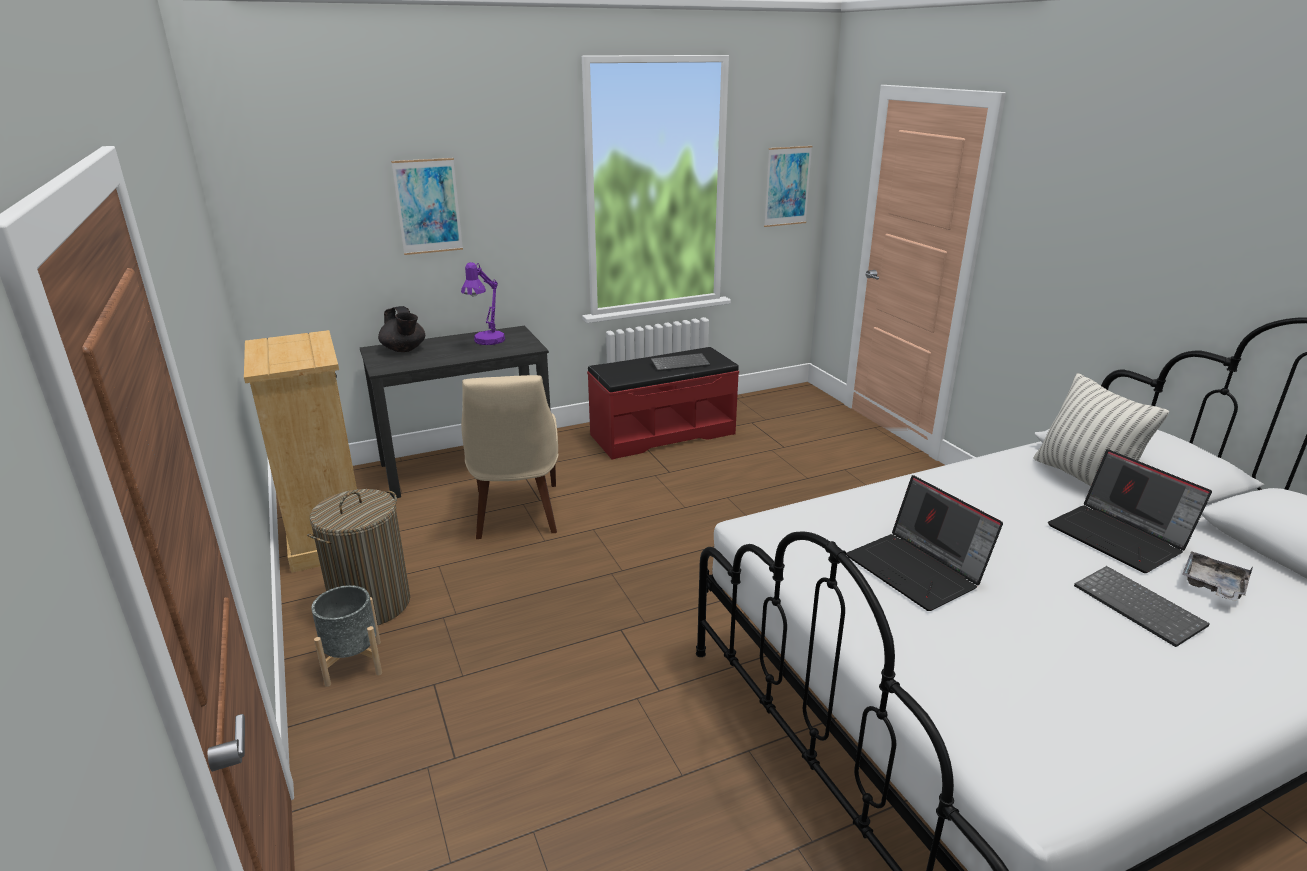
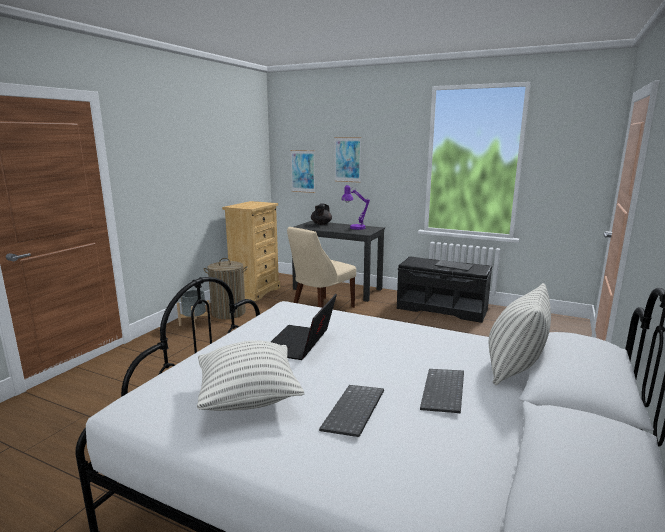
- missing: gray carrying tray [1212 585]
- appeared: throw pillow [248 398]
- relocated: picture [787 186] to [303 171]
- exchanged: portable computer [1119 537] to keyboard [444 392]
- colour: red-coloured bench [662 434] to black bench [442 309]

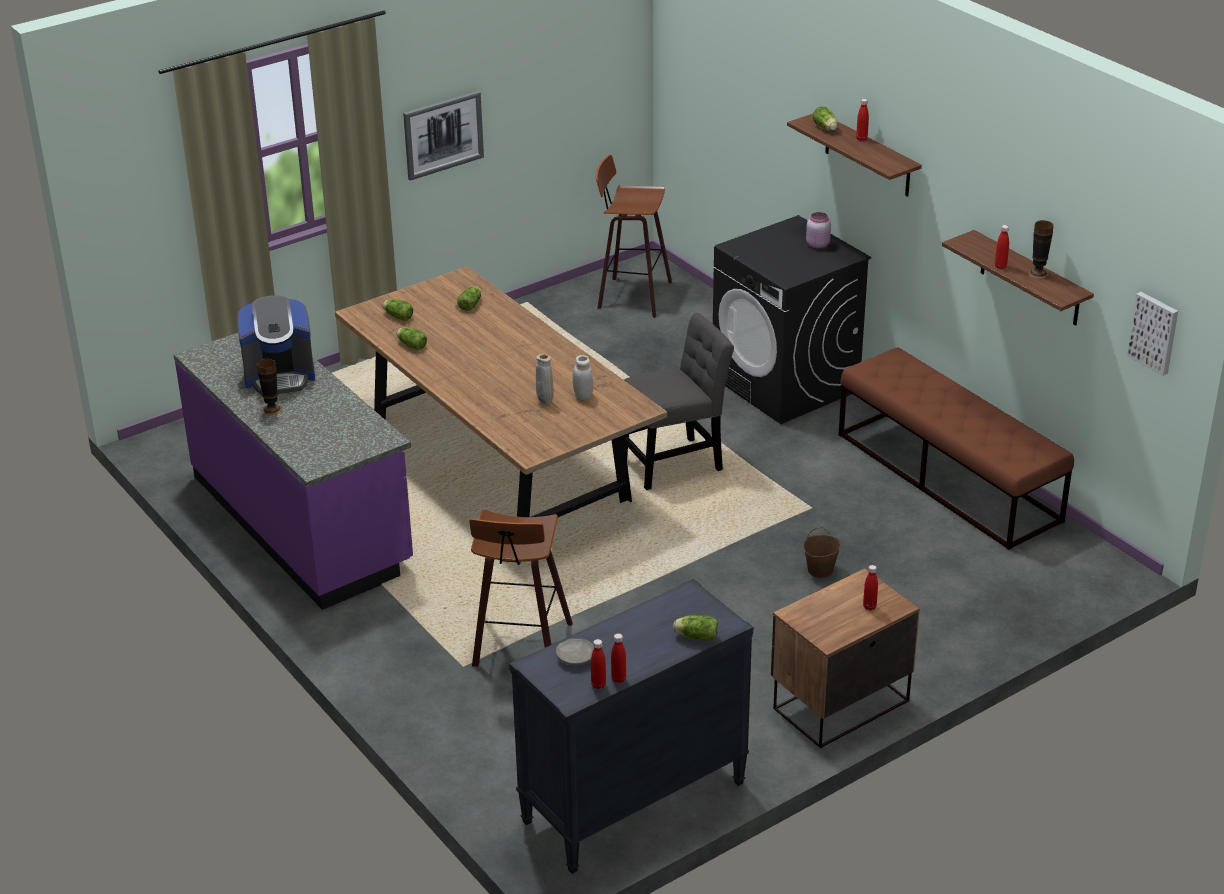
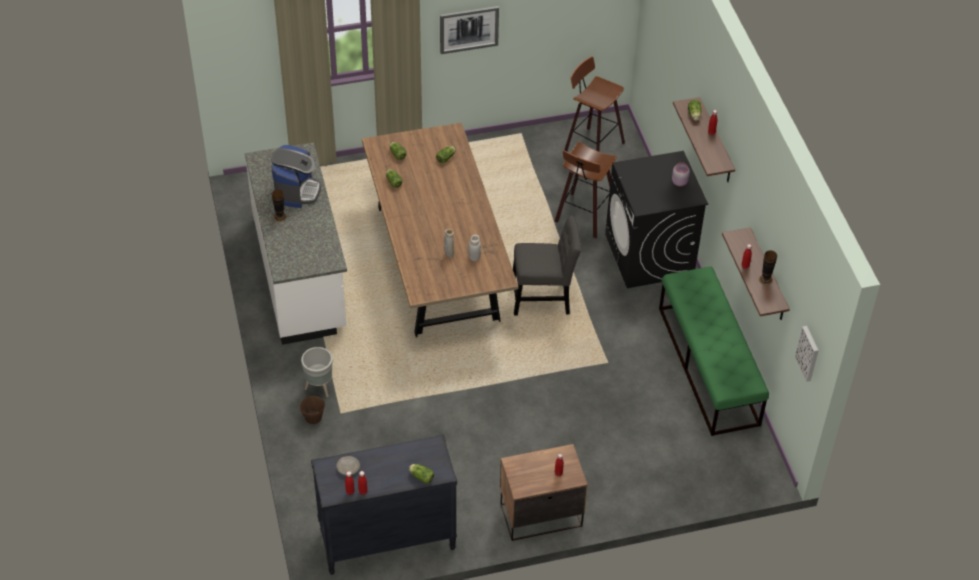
- appeared: gray flower pot [319 388]
- relocated: stool [520 646] to [584 217]
- relocated: brown bucket [820 570] to [313 417]
- colour: purplish kitchen base unit [303 521] to white kitchen base unit [300 274]
- colour: brown bench [948 477] to green-coloured bench [708 366]
- spun: coffee brewer [280 376] = [297 191] 90 degrees counterclockwise

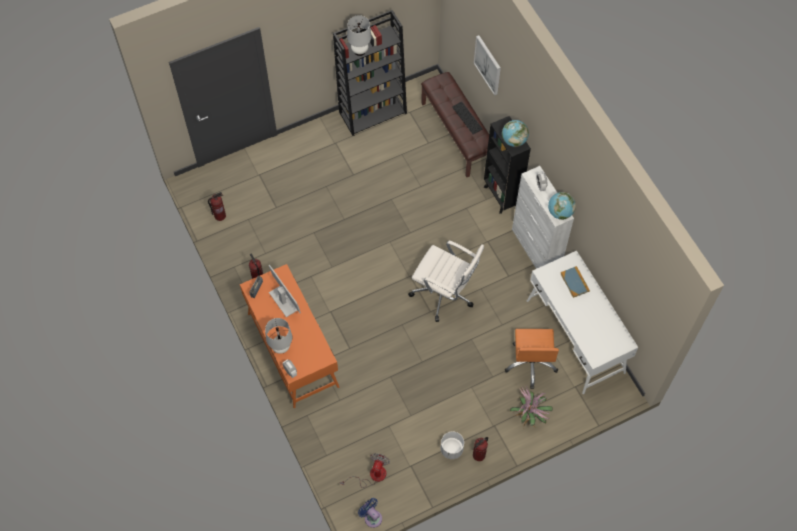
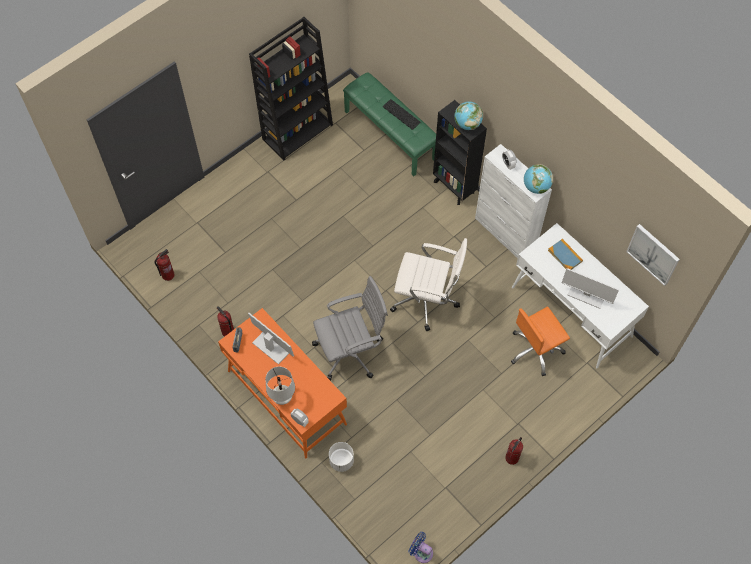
- missing: cooling fan [372 475]
- missing: white table lamp [359 50]
- missing: plant in a pot [529 416]
- appeared: gray computer chair [351 351]
- appeared: monitor [586 295]
- relocated: white flower pot [451 449] to [341 461]
- relocated: picture [488 65] to [653 254]
- colour: brown bench [457 134] to green-coloured bench [390 134]
- spun: orange-coloured computer chair [531 363] = [536 350] 75 degrees clockwise

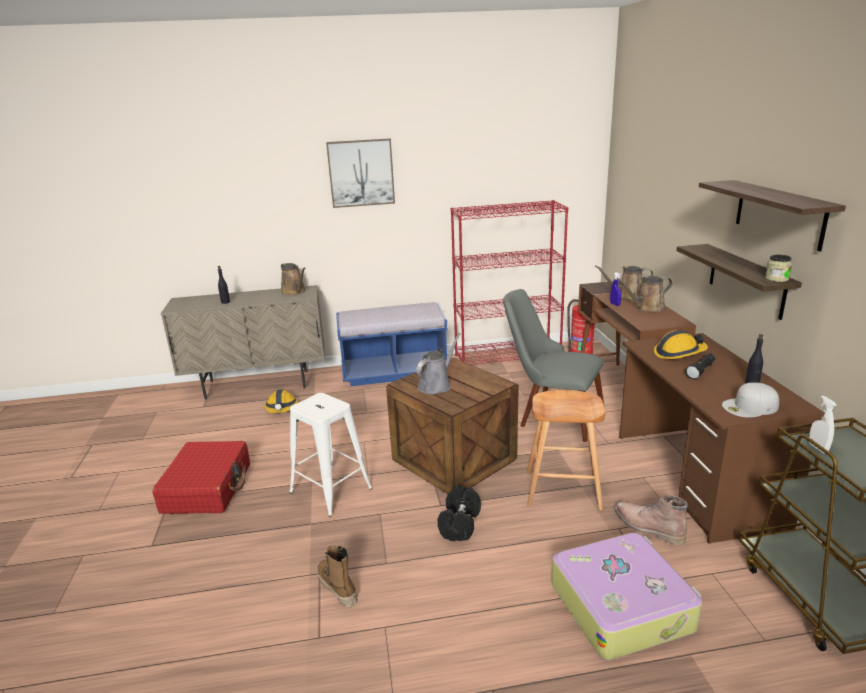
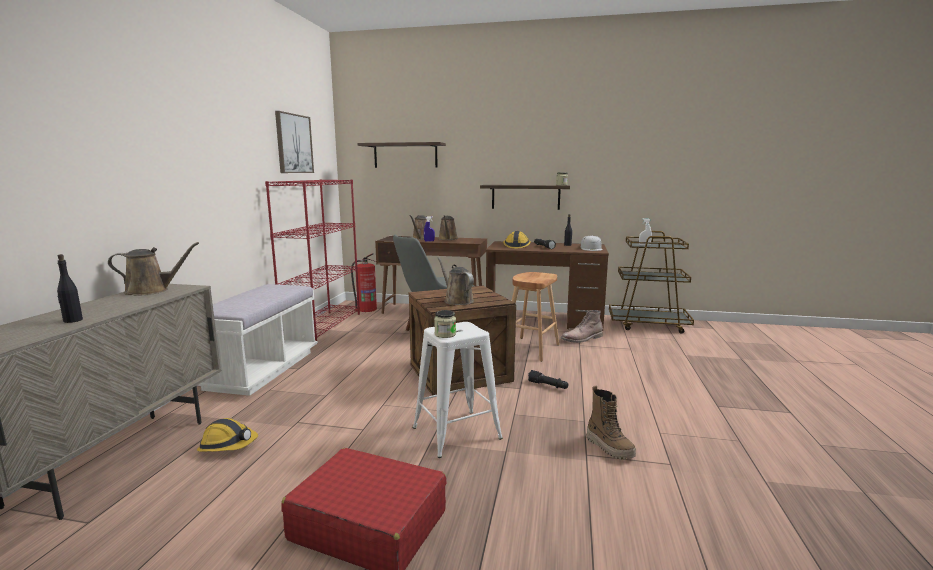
- missing: piece of luggage [621 605]
- appeared: jar [445 334]
- relocated: picture [361 173] to [294 144]
- relocated: shelf [779 213] to [405 155]
- exchanged: black dumbbell [459 523] to black flashlight [548 386]
- colour: bluish bench [394 372] to white bench [261 370]
- colour: gray watering can [436 385] to brown watering can [457 300]
- spun: tall boot [337 588] = [609 447] 105 degrees counterclockwise

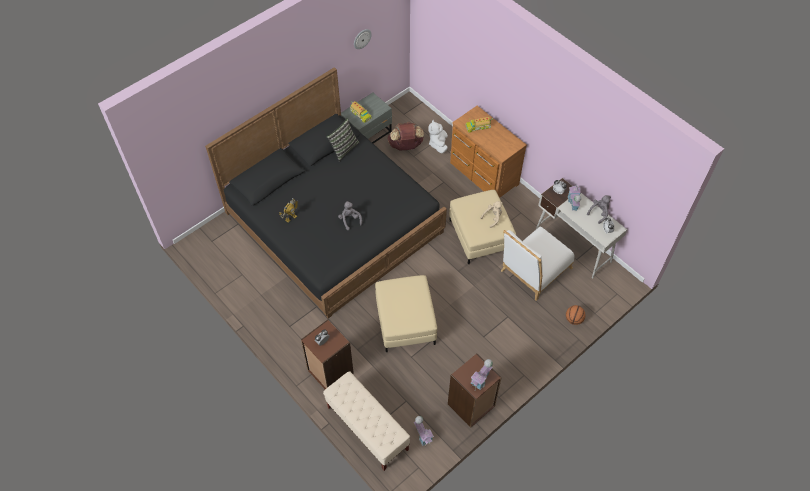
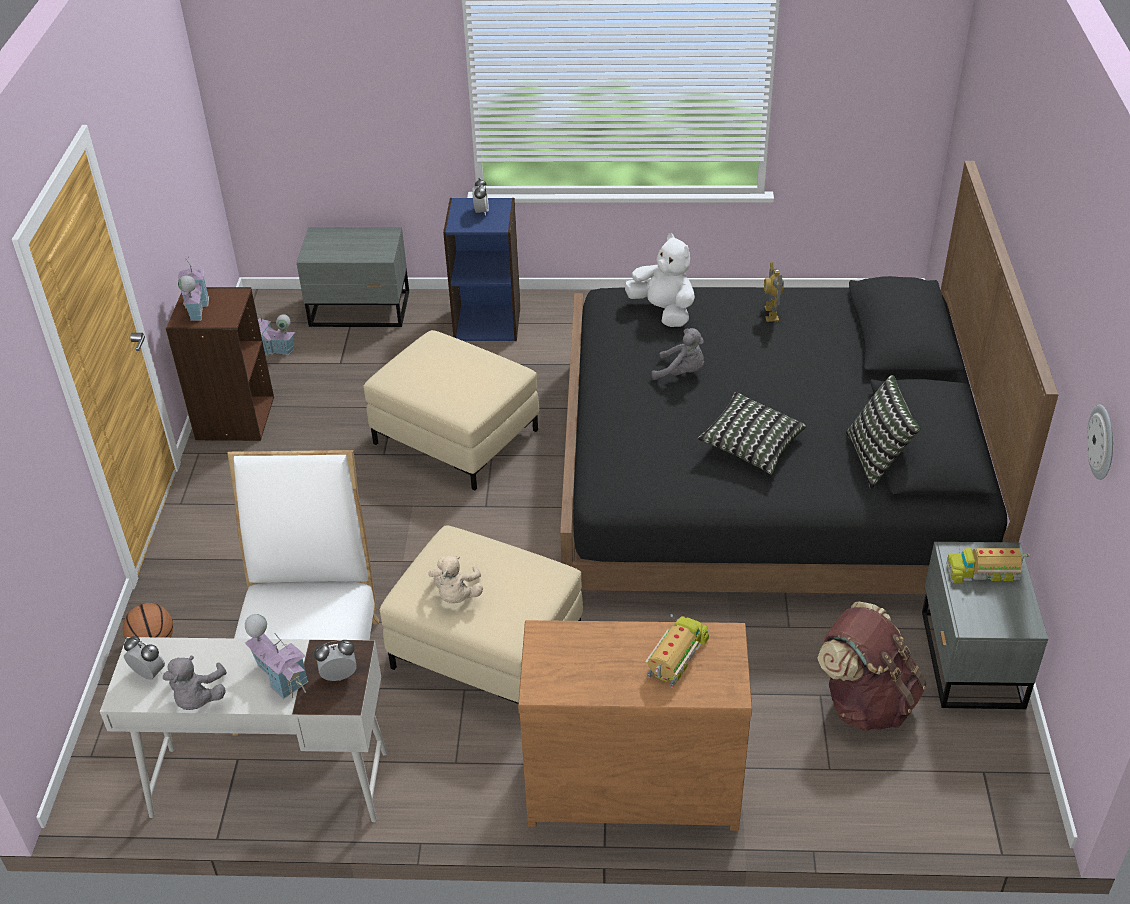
- appeared: throw pillow [751 446]
- relocated: white plush toy [438 144] to [663 311]
- exchanged: sand-coloured bench [367 428] to gray bedside table [361 310]
- colour: brown bookcase [330 372] to bluish bookcase [487 322]

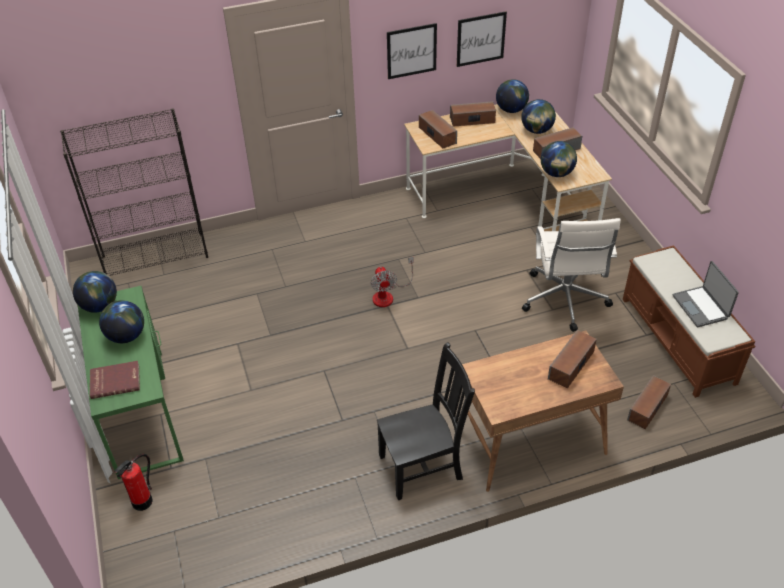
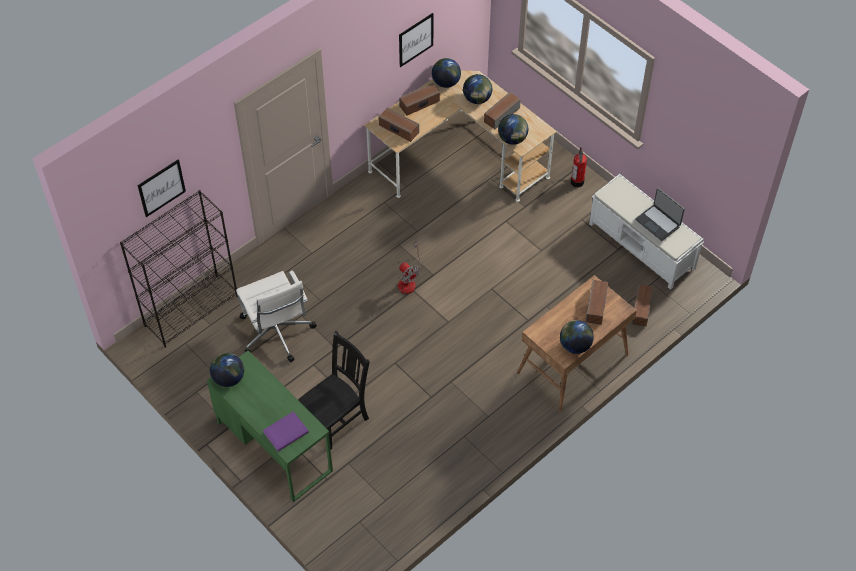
- relocated: globe [126 336] to [575 345]
- relocated: fire-fighting cylinder [142 501] to [577 182]
- relocated: black plain chair [423 466] to [337 419]
- relocated: picture [411 51] to [161 188]
- relocated: white computer chair [564 301] to [276 334]
- colour: red-coloured volume [115 380] to purplish volume [285 432]
- colour: brown bench [678 341] to white bench [642 246]

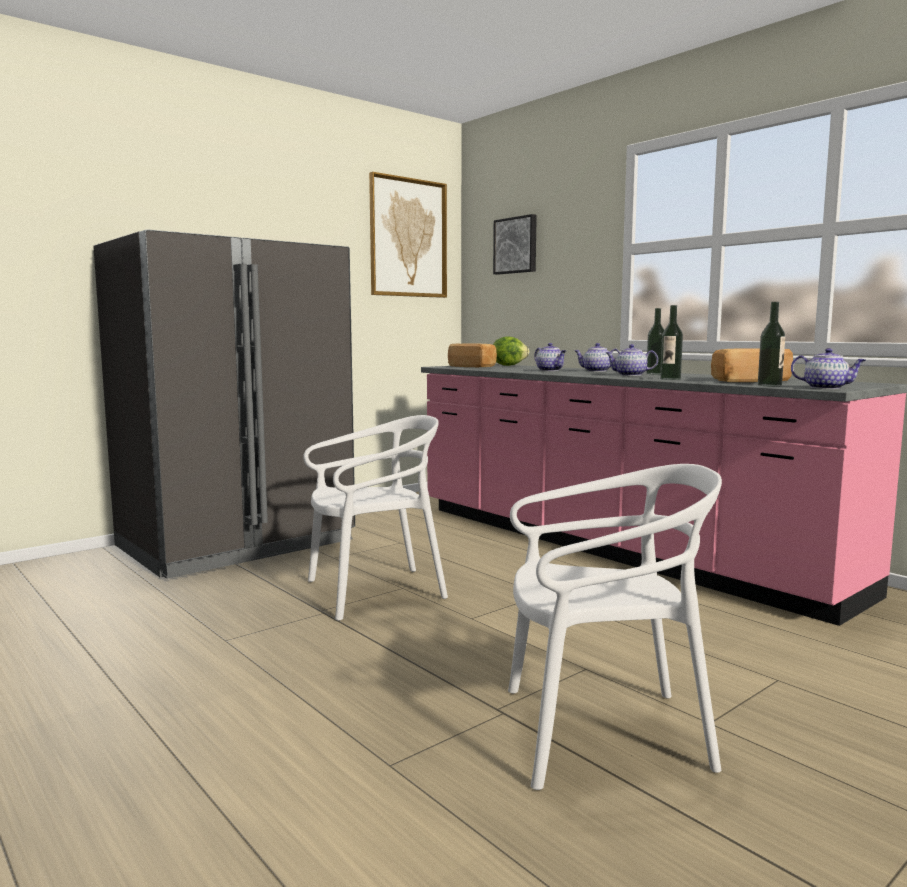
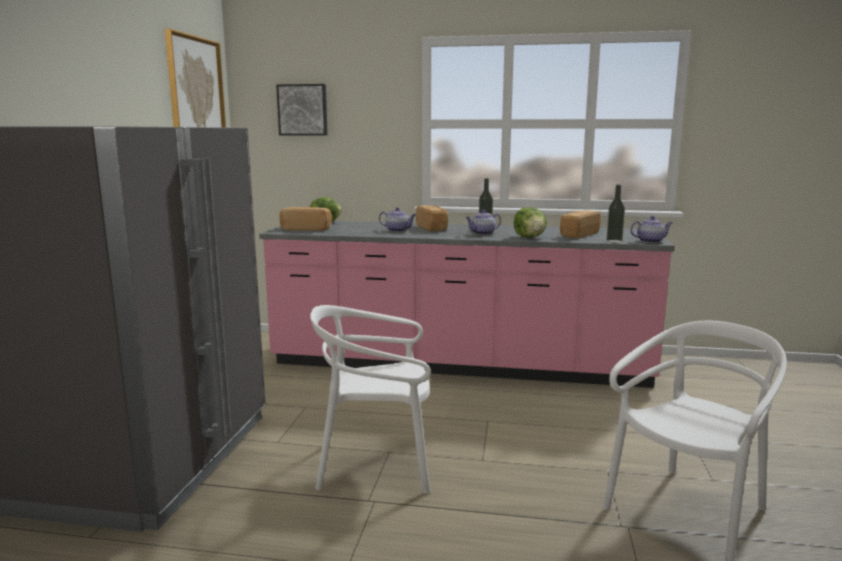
- exchanged: teapot [596 371] to baked bread [432 228]
- exchanged: drink bottle [670 379] to head of lettuce [530 237]
- spun: white plain chair [374 592] = [376 464] 120 degrees counterclockwise

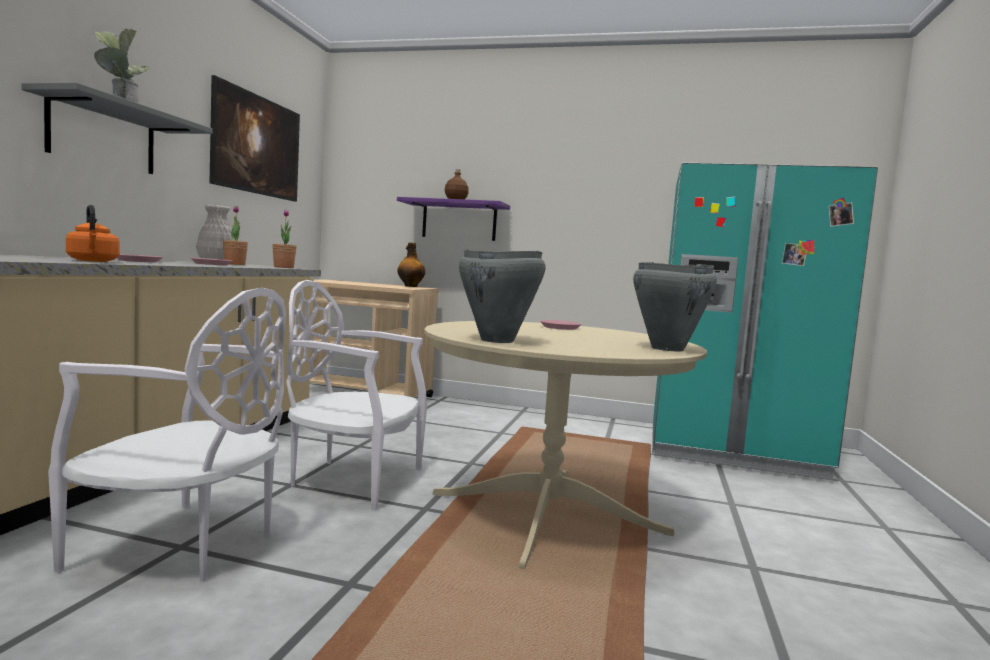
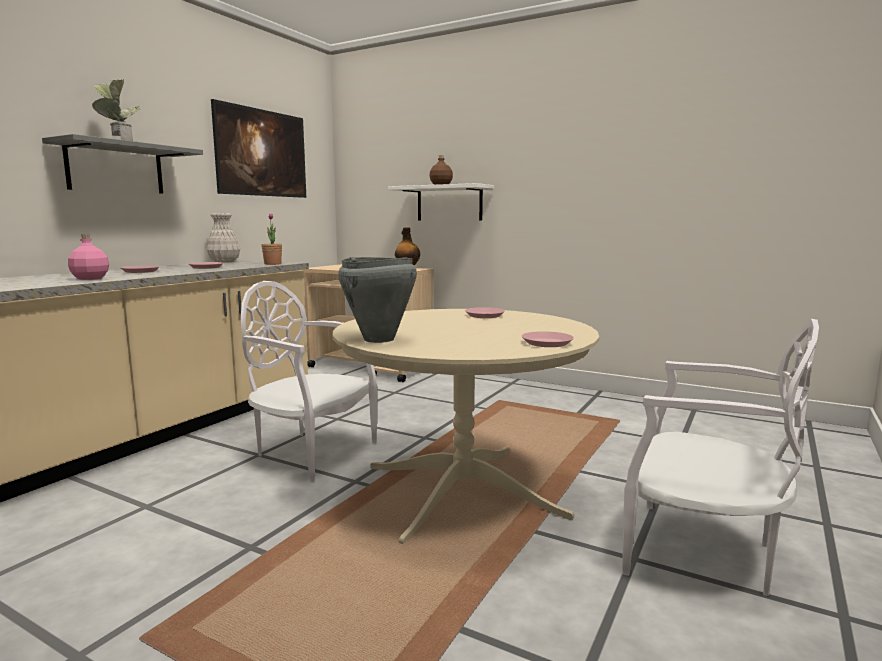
- missing: plant in a pot [234 264]
- missing: turquoise-coloured refrigerator [731 450]
- relocated: white plain chair [184 546] to [701 553]
- exchanged: orange-coloured tea kettle [93 261] to pink drink bottle [90 278]
- exchanged: gray saucepot [668 349] to pink flat dish [547 343]
- colour: purplish shelf [459 221] to white shelf [449 203]

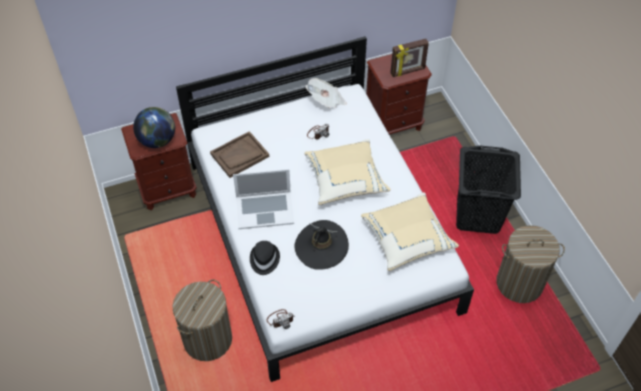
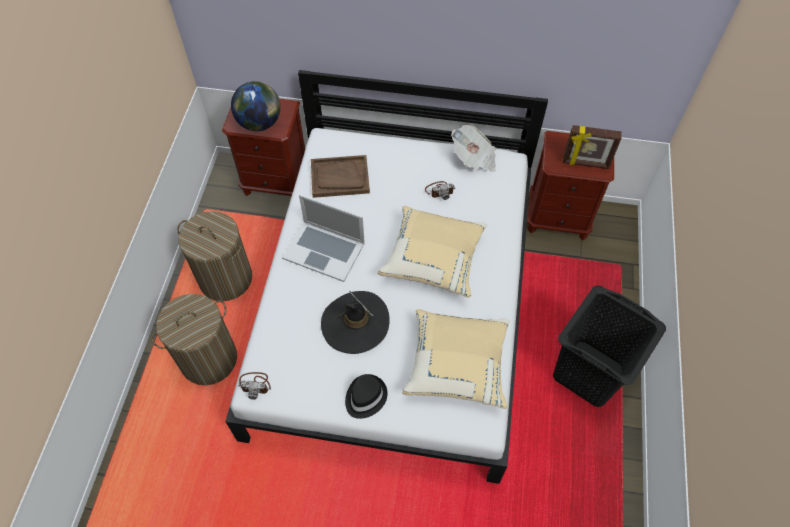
- relocated: black clothing hat [264 259] to [365 397]
- relocated: washing basket [519 283] to [225 278]

